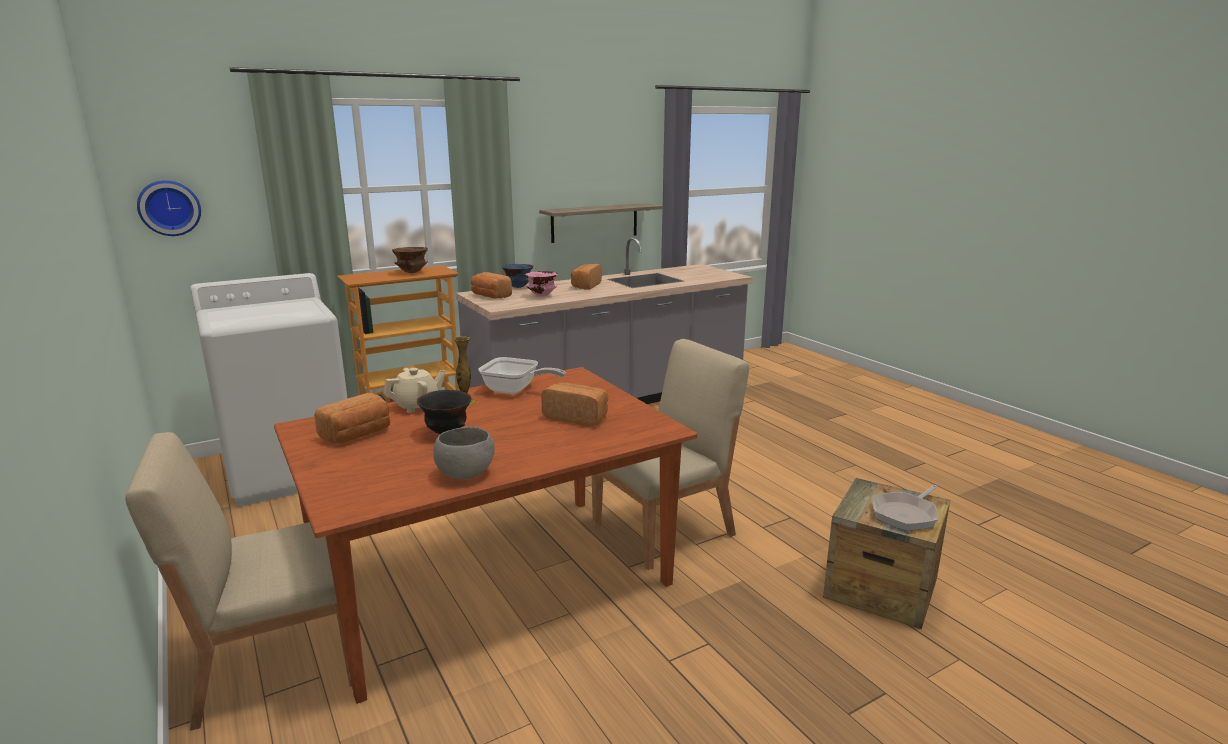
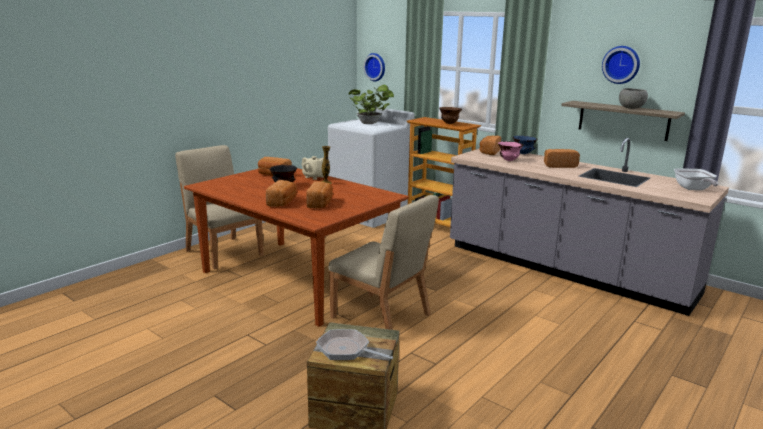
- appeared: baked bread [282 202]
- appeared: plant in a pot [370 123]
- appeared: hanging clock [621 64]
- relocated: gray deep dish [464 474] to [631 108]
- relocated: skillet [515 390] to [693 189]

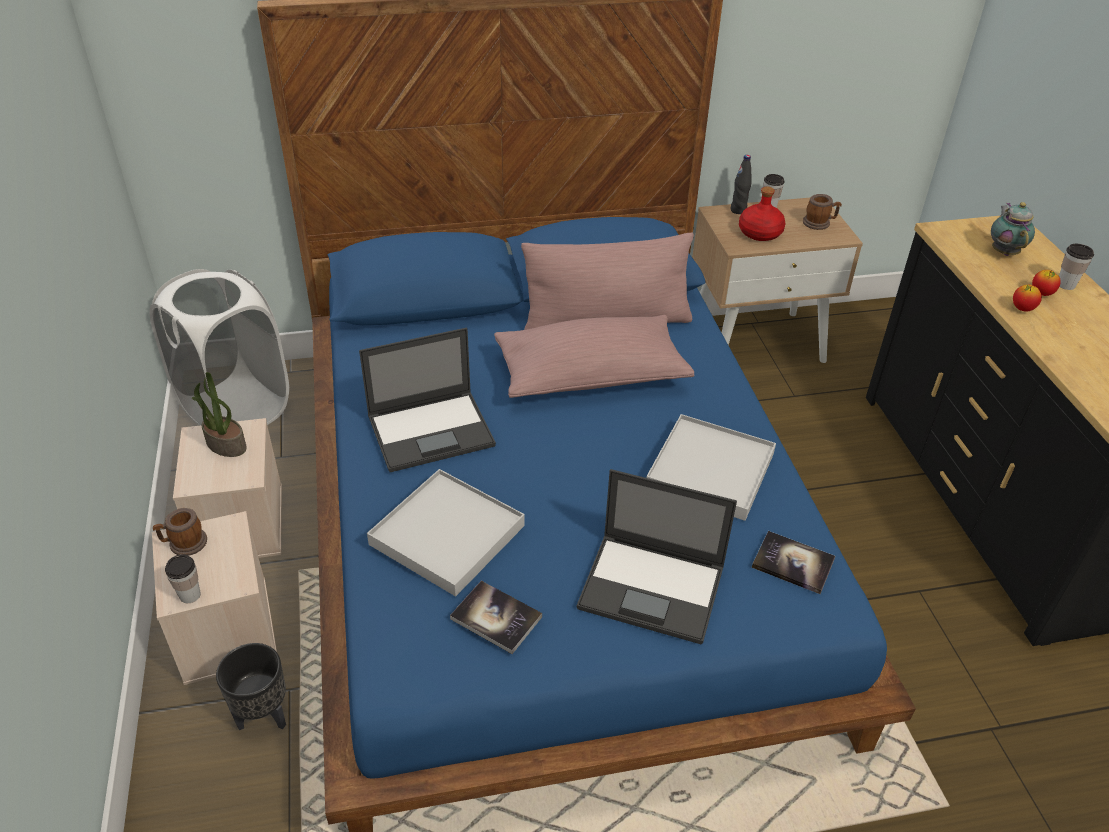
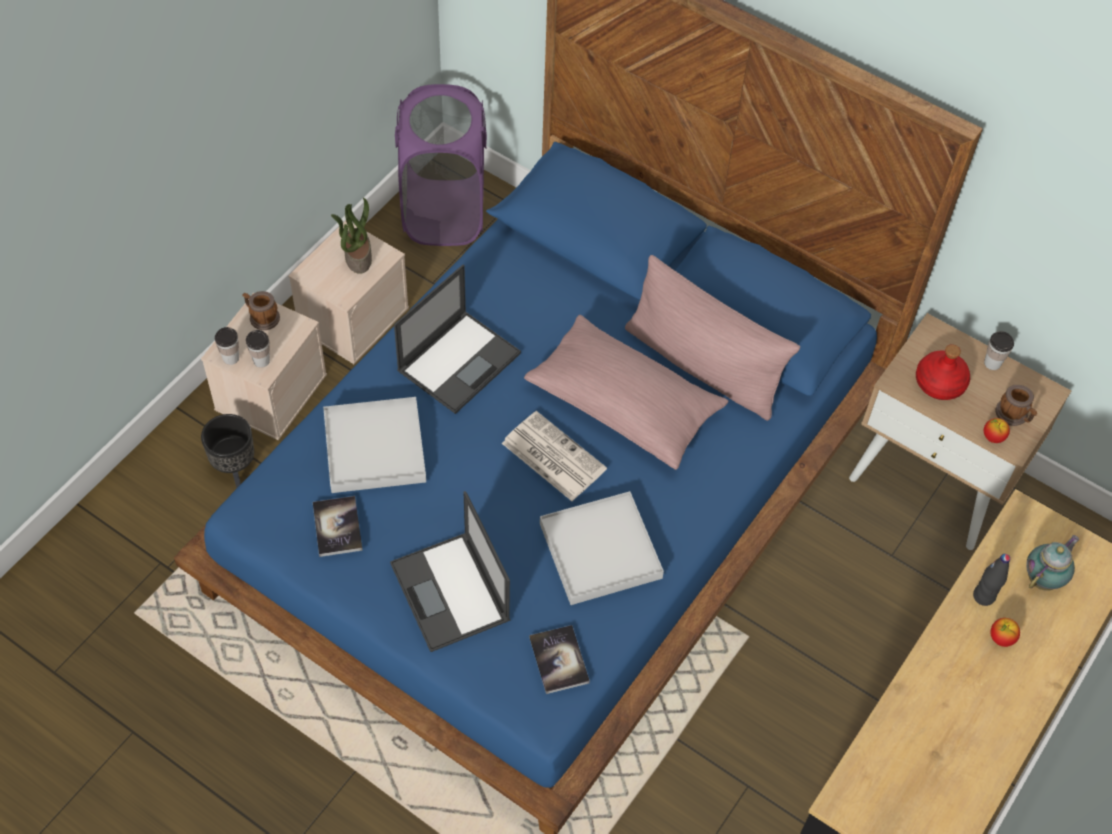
- appeared: newspaper [552 456]
- relocated: black drink bottle [738 210] to [984 596]
- relocated: apple [1022 309] to [993 437]
- relocated: small cup [1065 285] to [261 360]
- colour: white washing basket [235 409] to purplish washing basket [444 213]
- spun: portable computer [432 430] = [459 361] 75 degrees counterclockwise

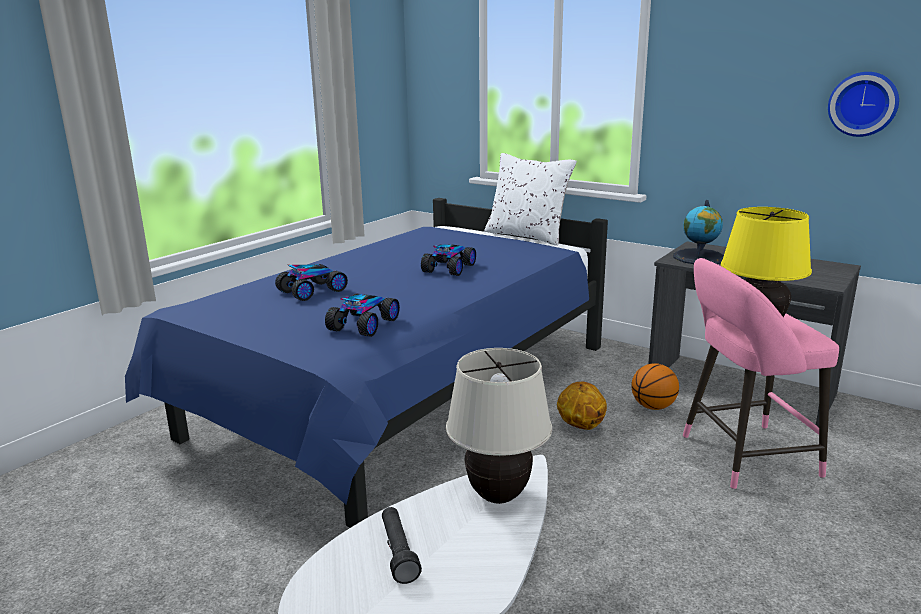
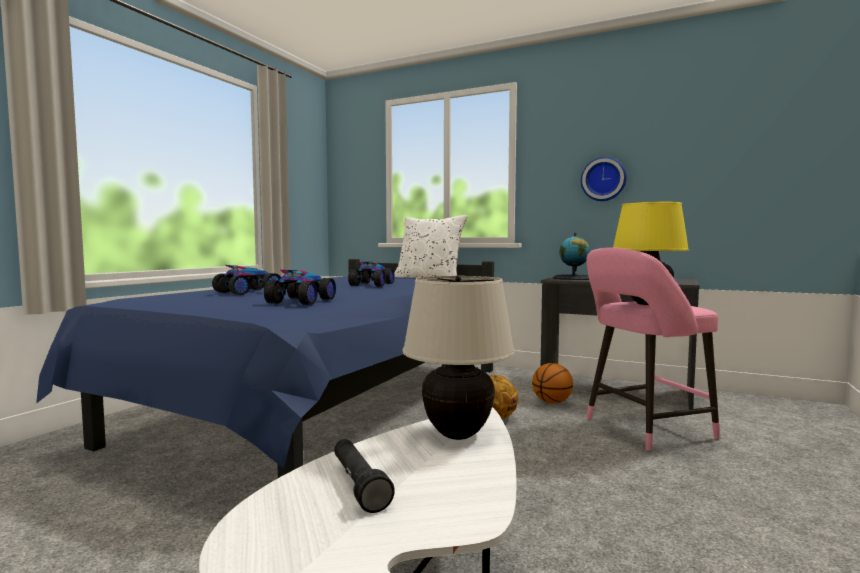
- relocated: hanging clock [863 104] to [603 179]

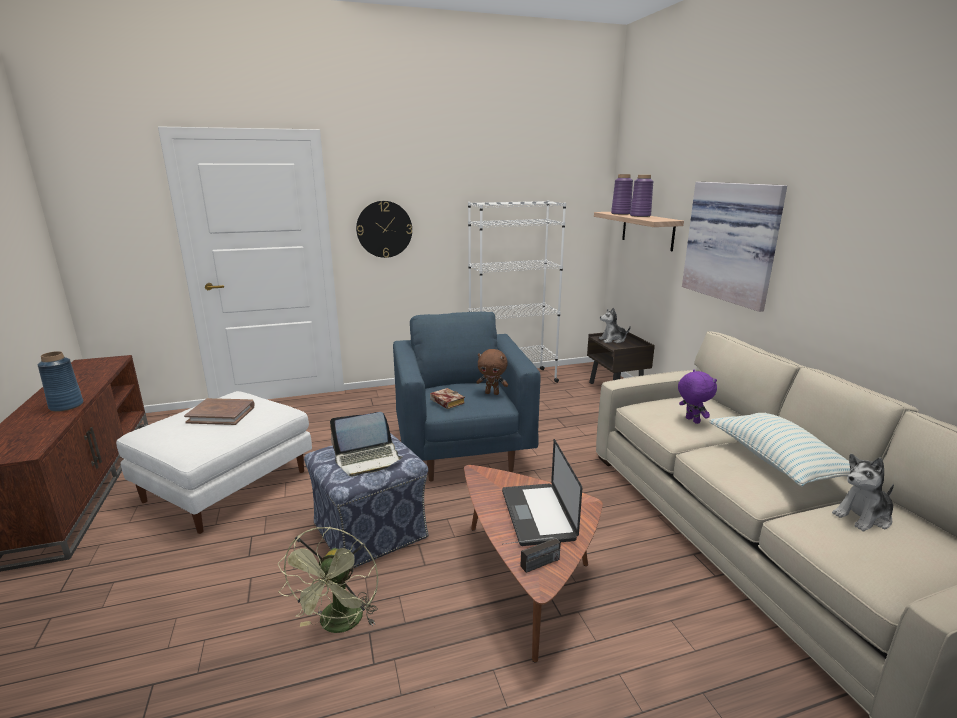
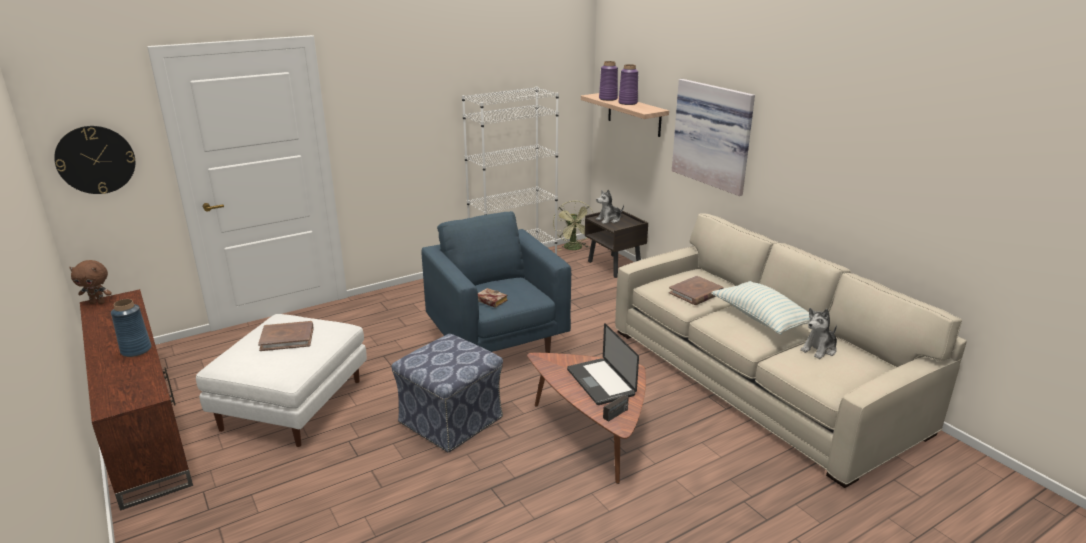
- missing: portable computer [368 459]
- relocated: green-coloured cooling fan [339 625] to [574 248]
- relocated: hanging clock [384 229] to [95 160]
- relocated: brown plush toy [492 393] to [98 303]
- exchanged: purplish plush toy [691 420] to brown volume [696 293]

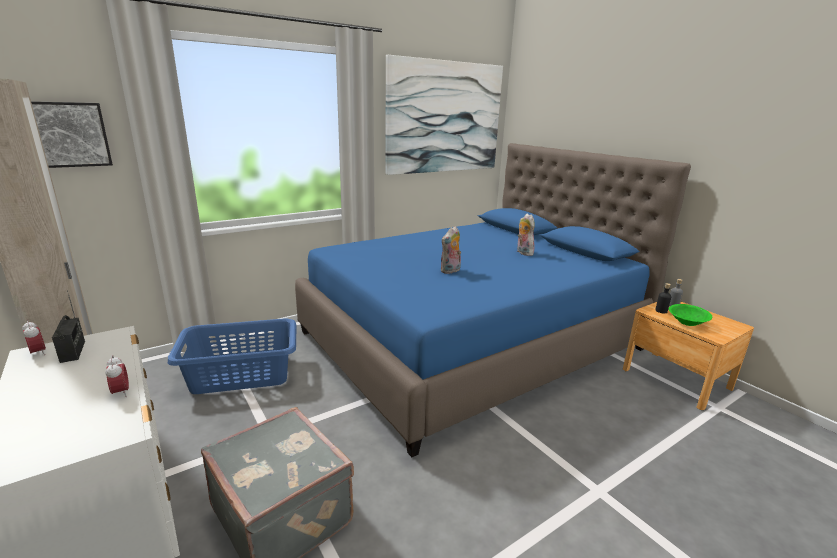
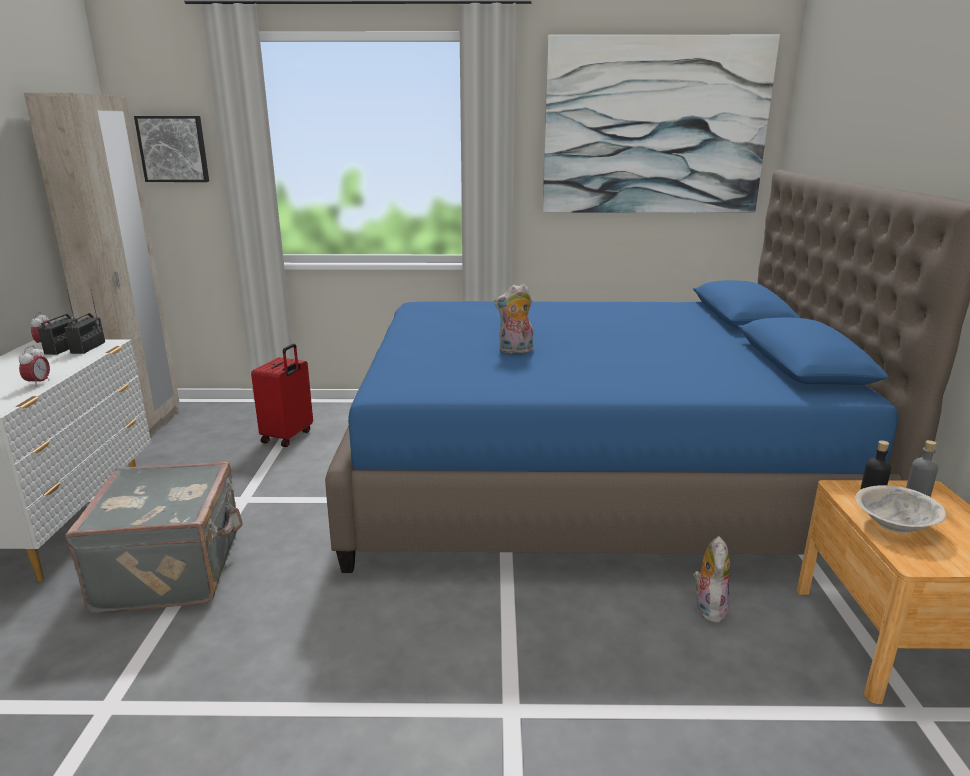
- appeared: radio receiver [88 347]
- relocated: plush toy [523 252] to [708 607]
- exchanged: bluish washing basket [242 374] to red-coloured piece of luggage [288 437]
- colour: green-coloured deep dish [687 322] to sand-coloured deep dish [895 524]

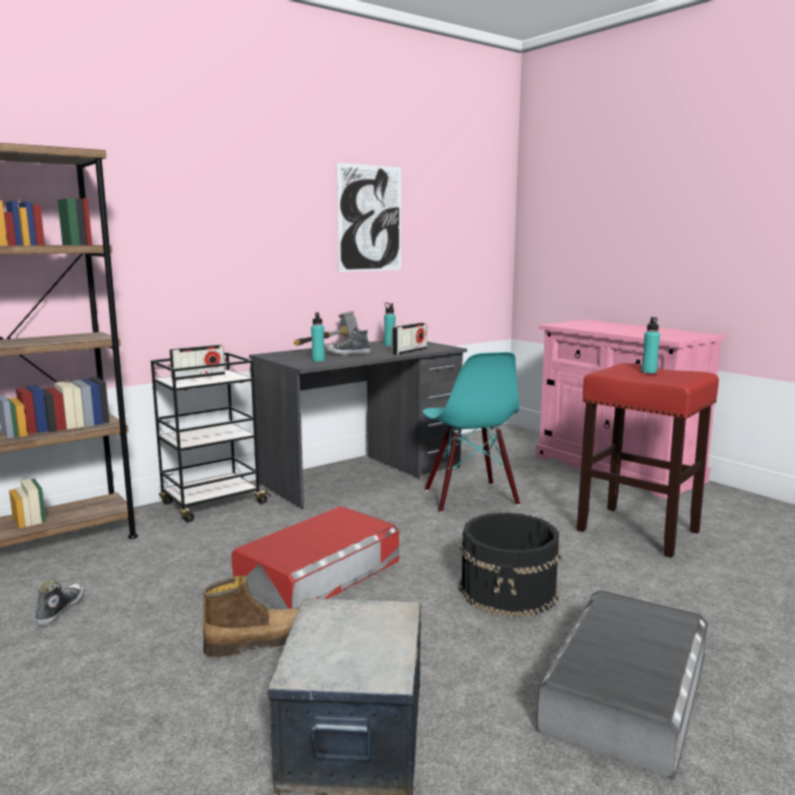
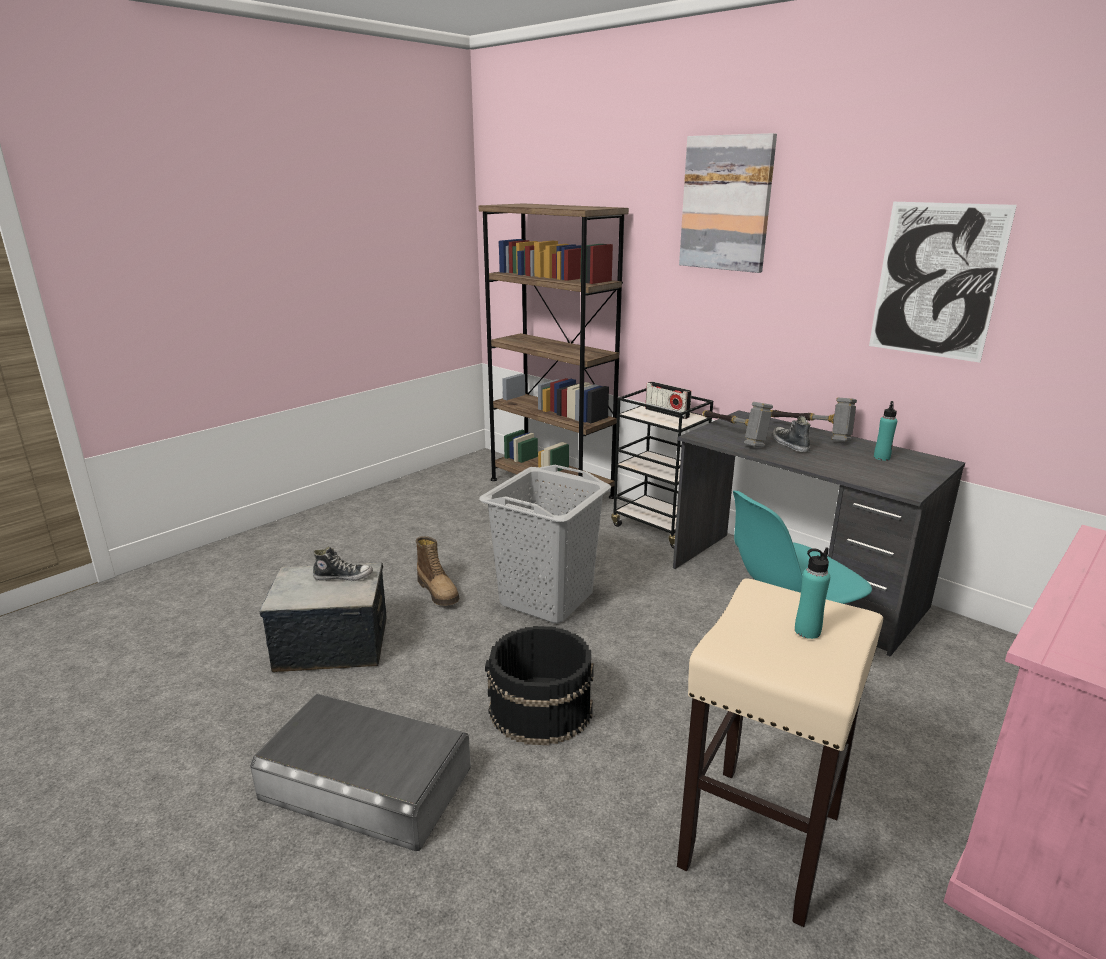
- missing: radio receiver [409 351]
- appeared: picture [726 203]
- relocated: low shoe [60 609] to [343 577]
- exchanged: red-coloured storage box [319 573] to gray washing basket [545 599]
- exchanged: turquoise-coloured drink bottle [318 360] to tool hammer [733 437]
- colour: red-coloured stool [639 531] to sand-coloured stool [760 841]

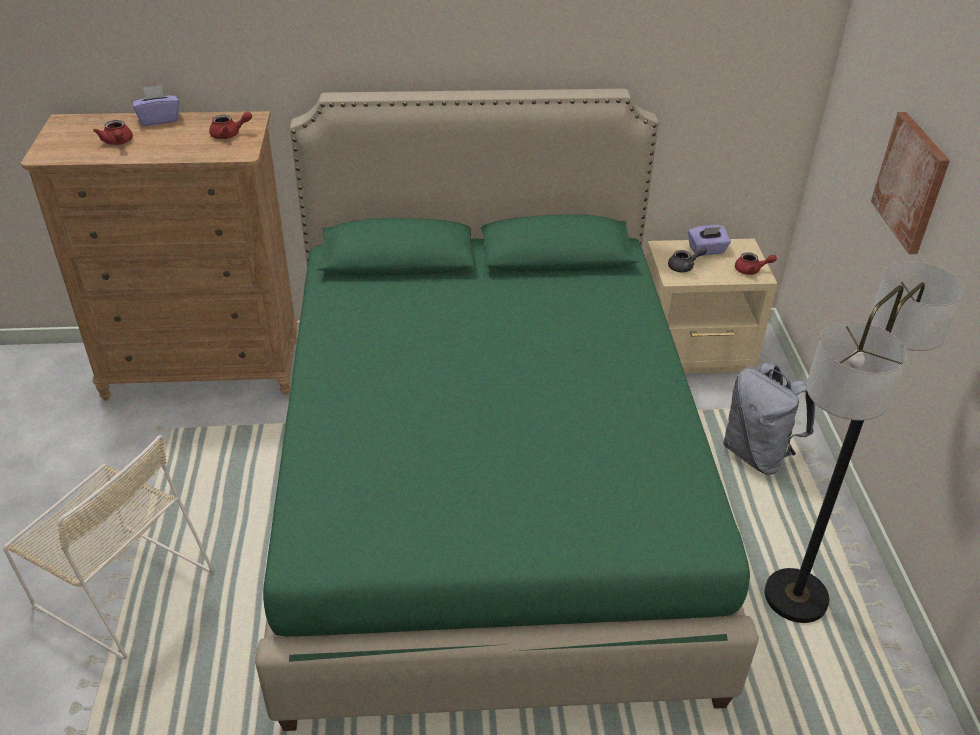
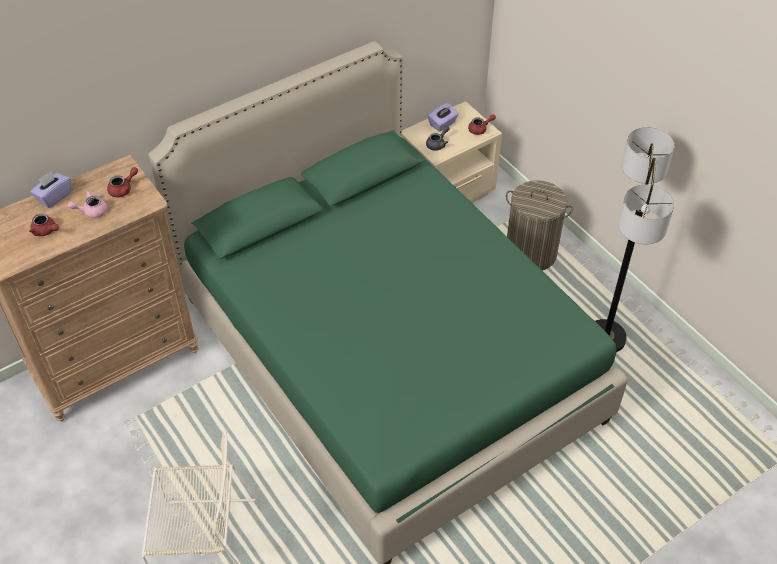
- missing: picture [911 182]
- appeared: pink teapot [91 211]
- exchanged: gray backpack [757 454] to washing basket [531 253]

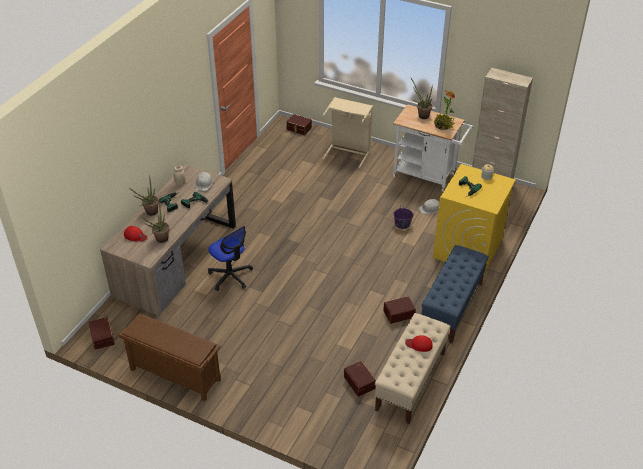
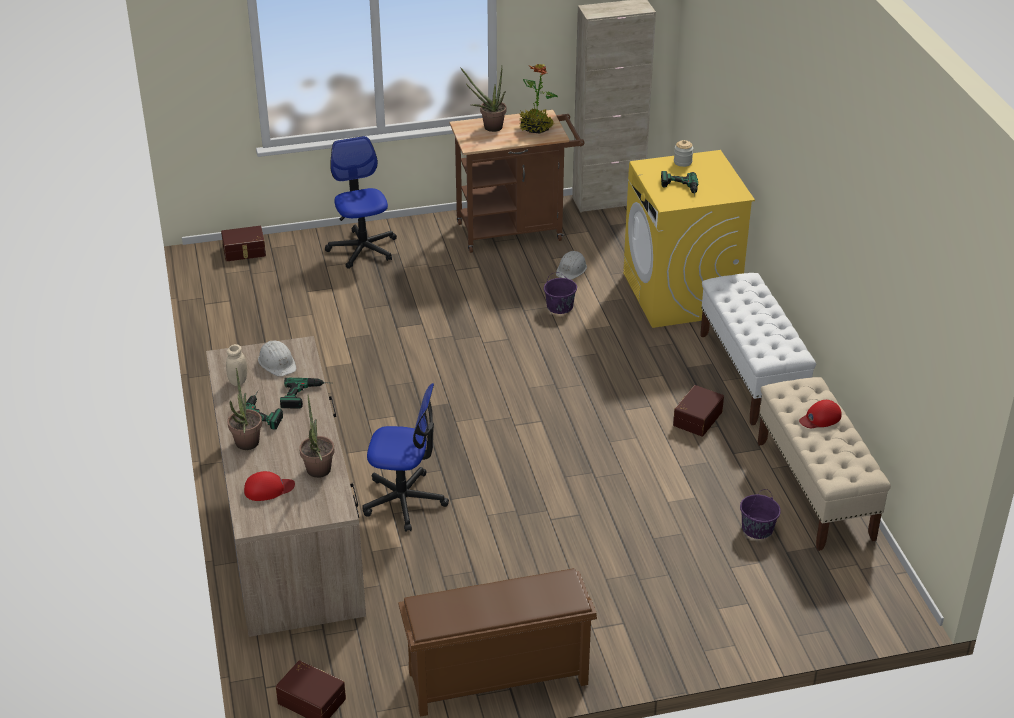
- exchanged: sand-coloured washing basket [348 151] to computer chair [363 249]
- exchanged: brown storage box [360 382] to purplish bucket [757 528]
- colour: white trolley [427 176] to brown trolley [516 230]
- colour: bluish bench [452 307] to white bench [751 375]

